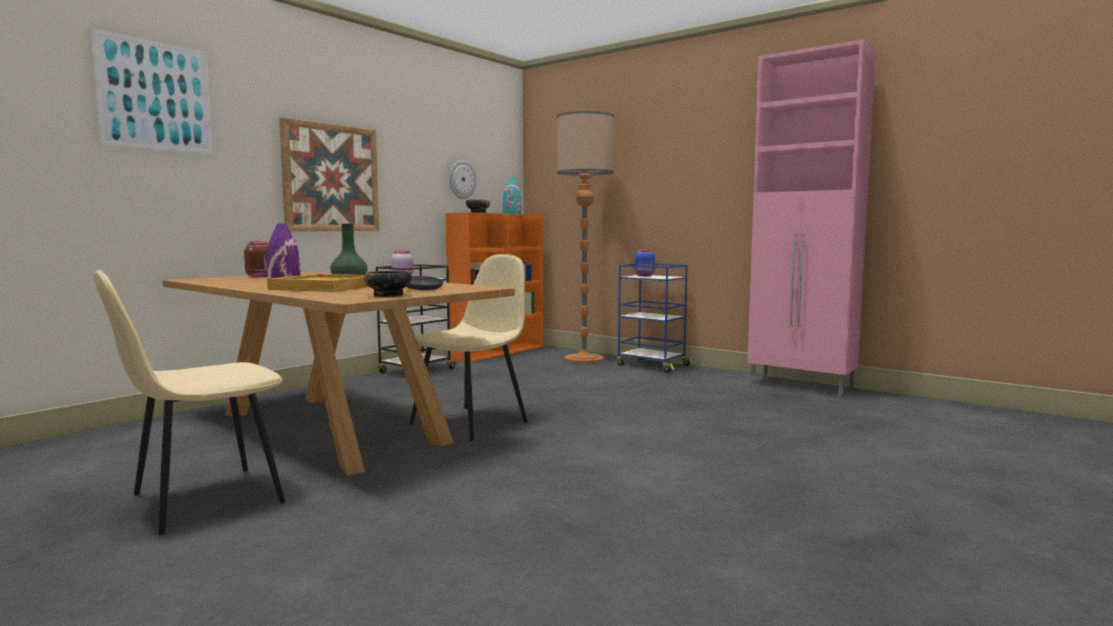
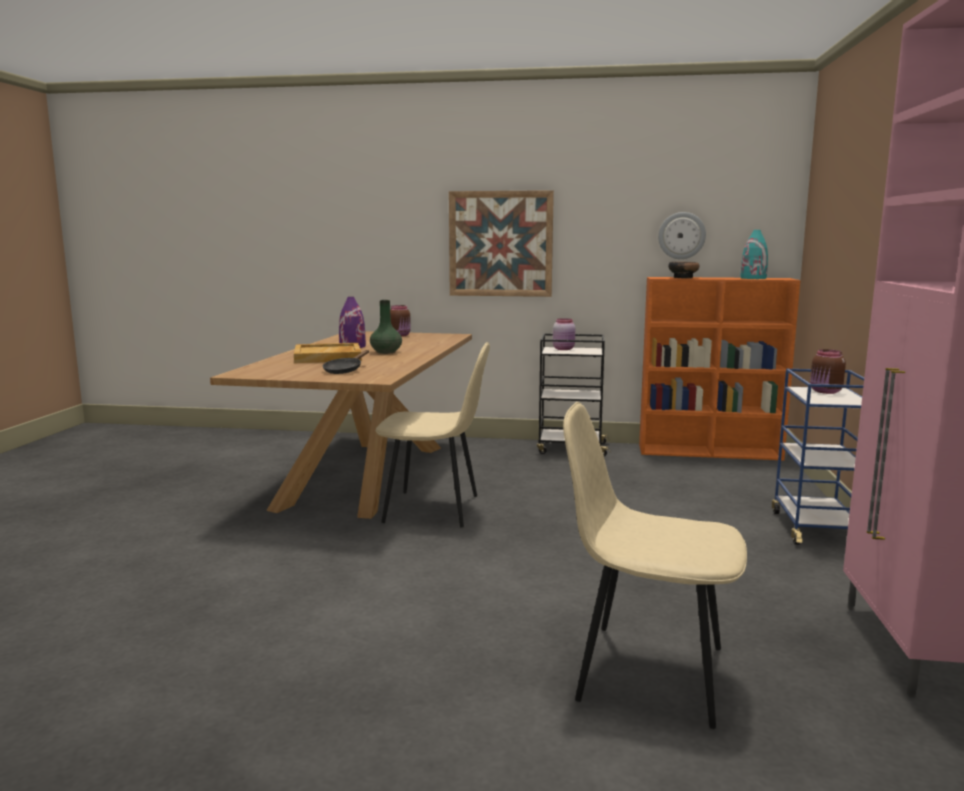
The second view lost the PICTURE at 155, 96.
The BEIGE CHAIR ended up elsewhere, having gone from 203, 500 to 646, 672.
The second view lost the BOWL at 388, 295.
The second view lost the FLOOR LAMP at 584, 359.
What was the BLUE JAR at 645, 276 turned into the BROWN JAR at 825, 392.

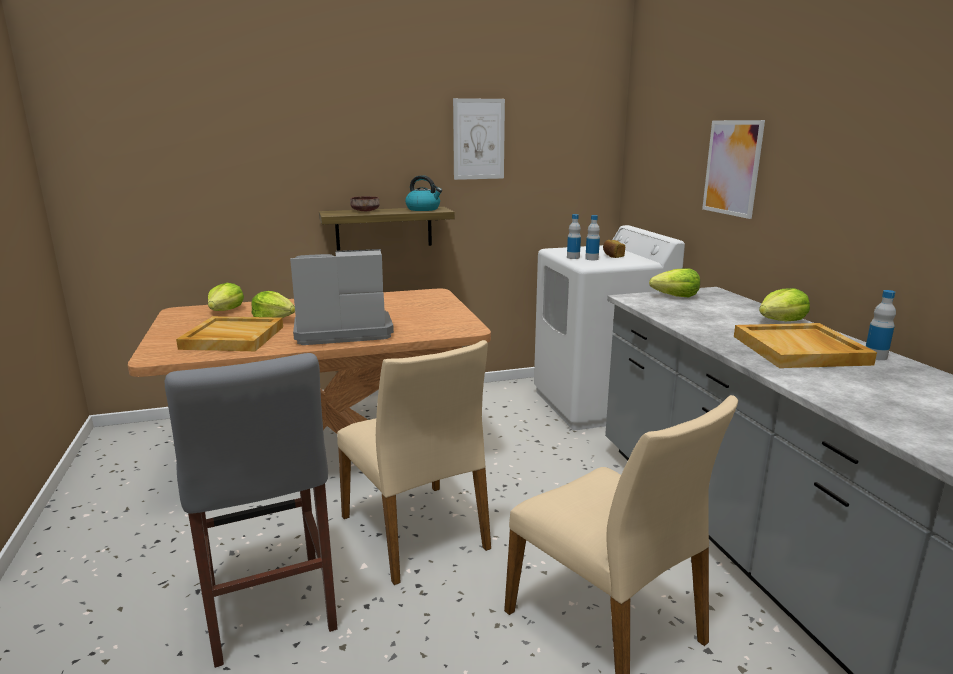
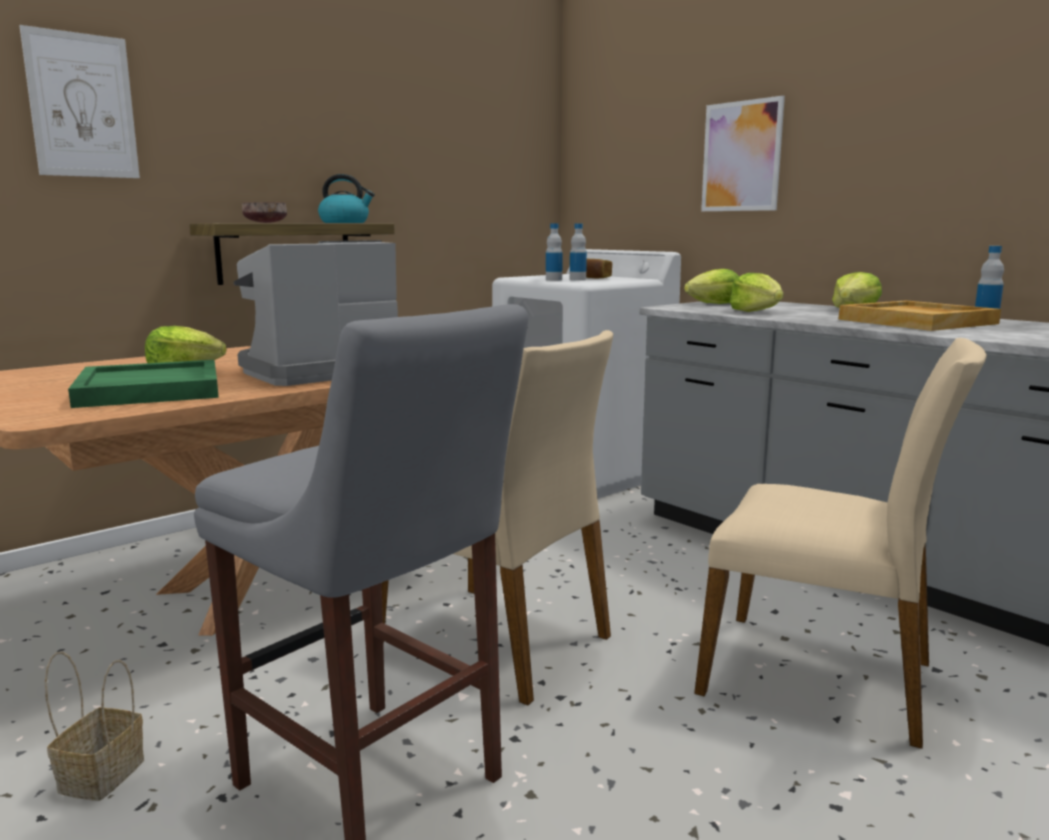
What was the BEIGE TRAY at 232, 338 turned into the GREEN TRAY at 148, 390.
The LETTUCE ended up elsewhere, having gone from 226, 311 to 756, 311.
The PICTURE ended up elsewhere, having gone from 478, 139 to 82, 106.
The second view gained the BASKET at 102, 774.

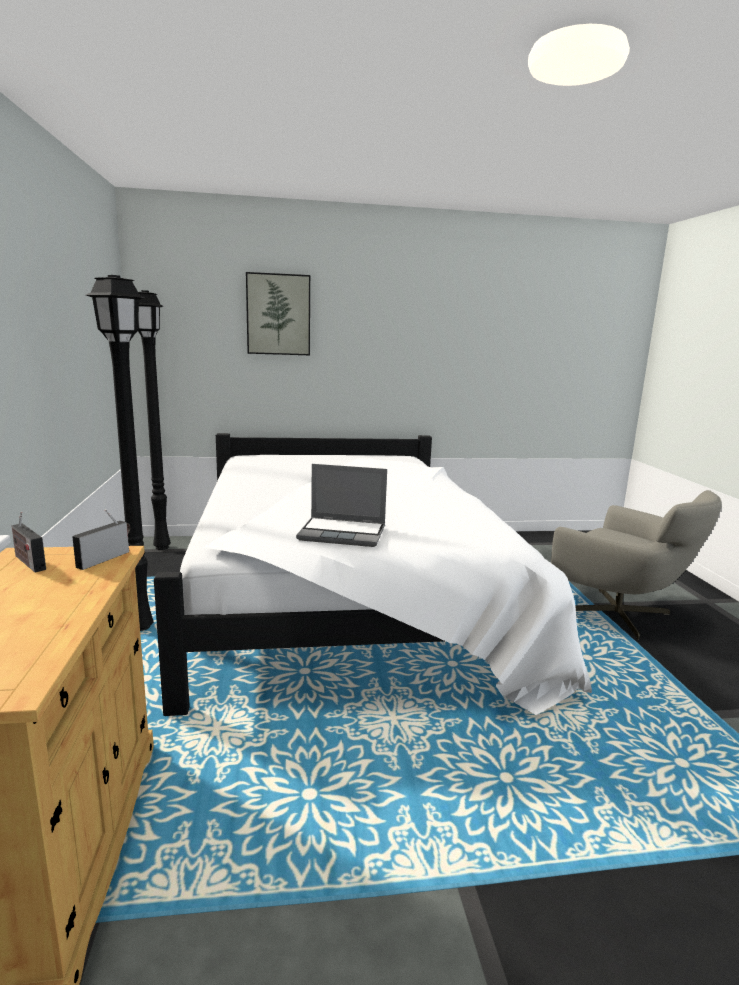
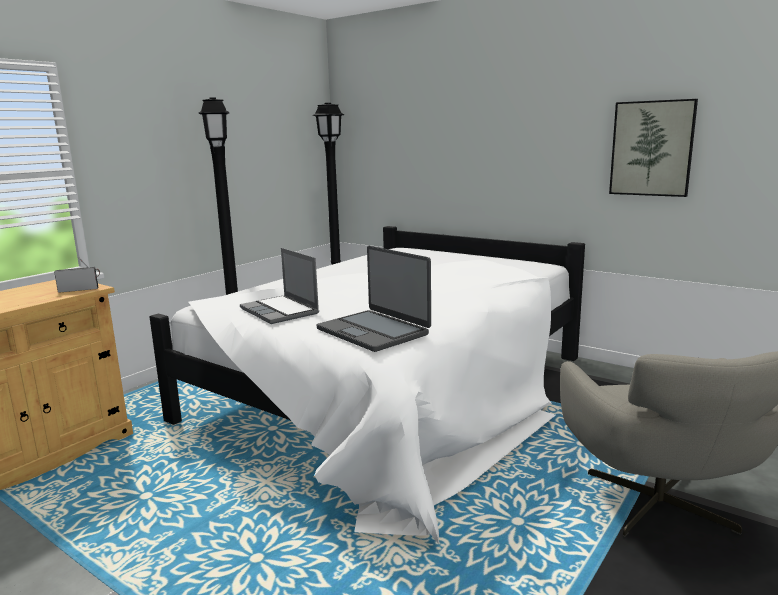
The second view lost the RADIO at 28, 562.
The PICTURE ended up elsewhere, having gone from 278, 314 to 652, 148.
The second view gained the LAPTOP at 374, 331.

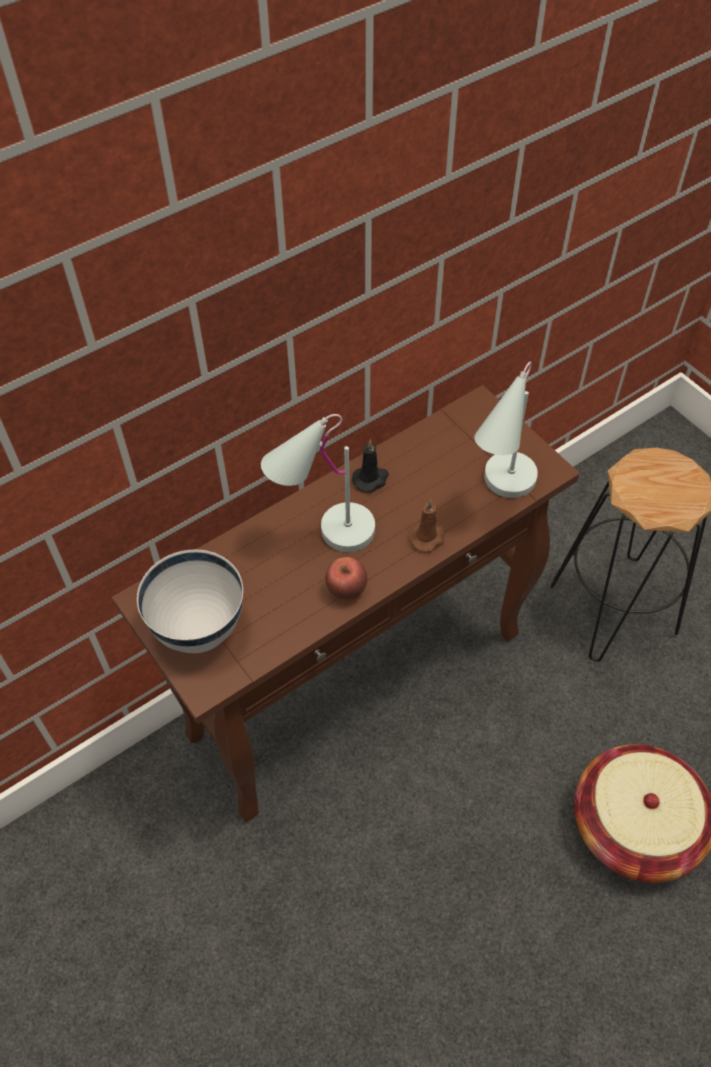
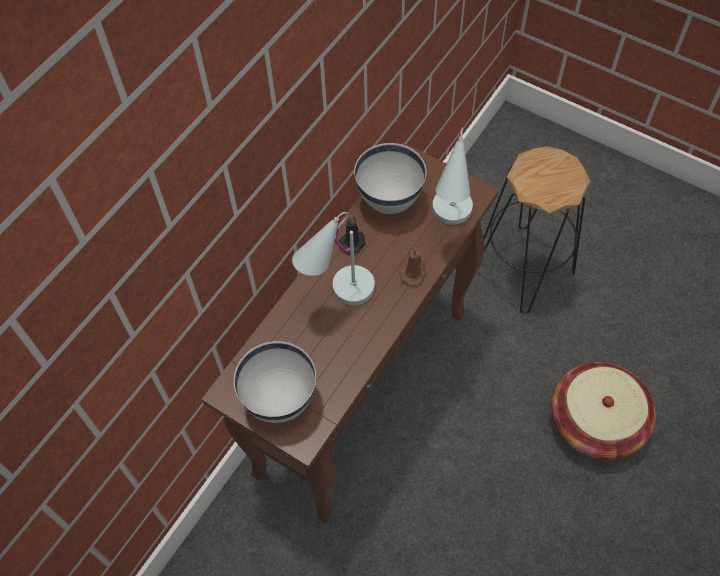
The second view lost the APPLE at 346, 590.
The second view gained the WHITE BOWL at 389, 200.

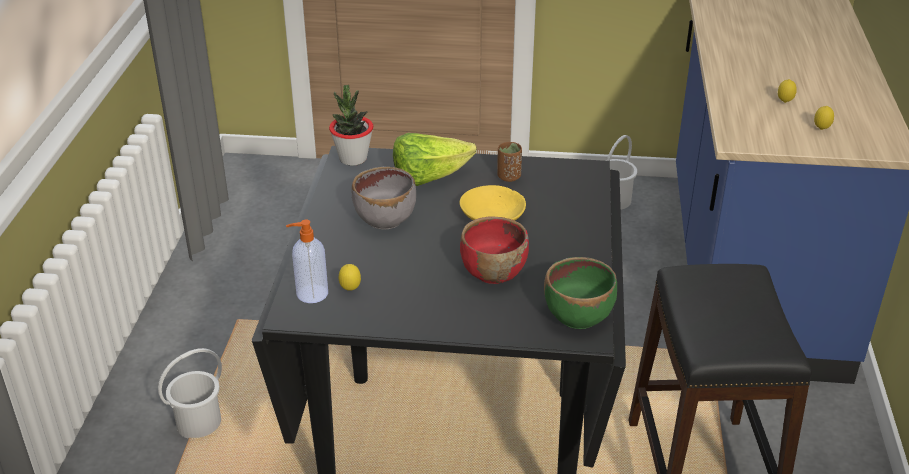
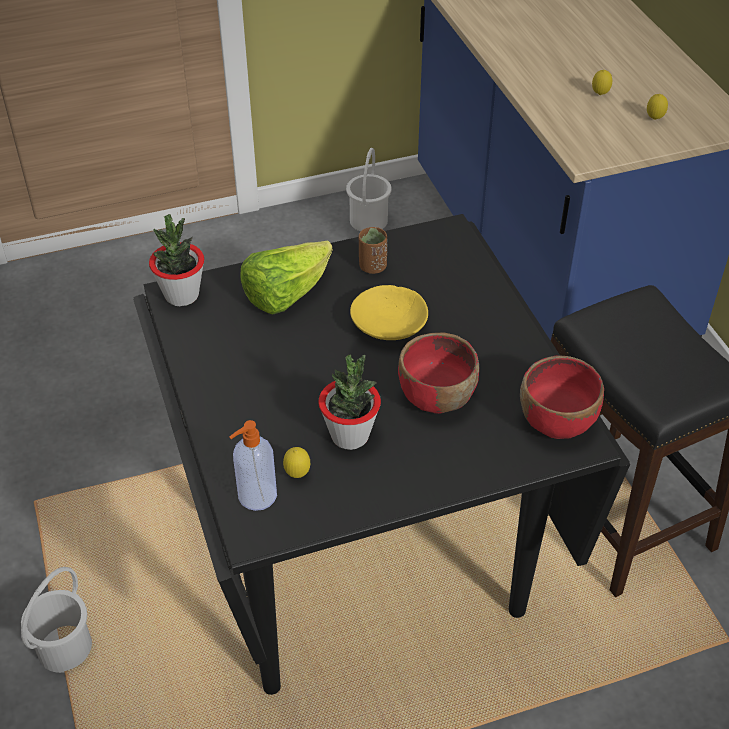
The second view lost the GREY BOWL at 385, 219.
What was the GREEN BOWL at 578, 316 turned into the RED BOWL at 557, 421.
The second view gained the POTTED PLANT at 350, 436.

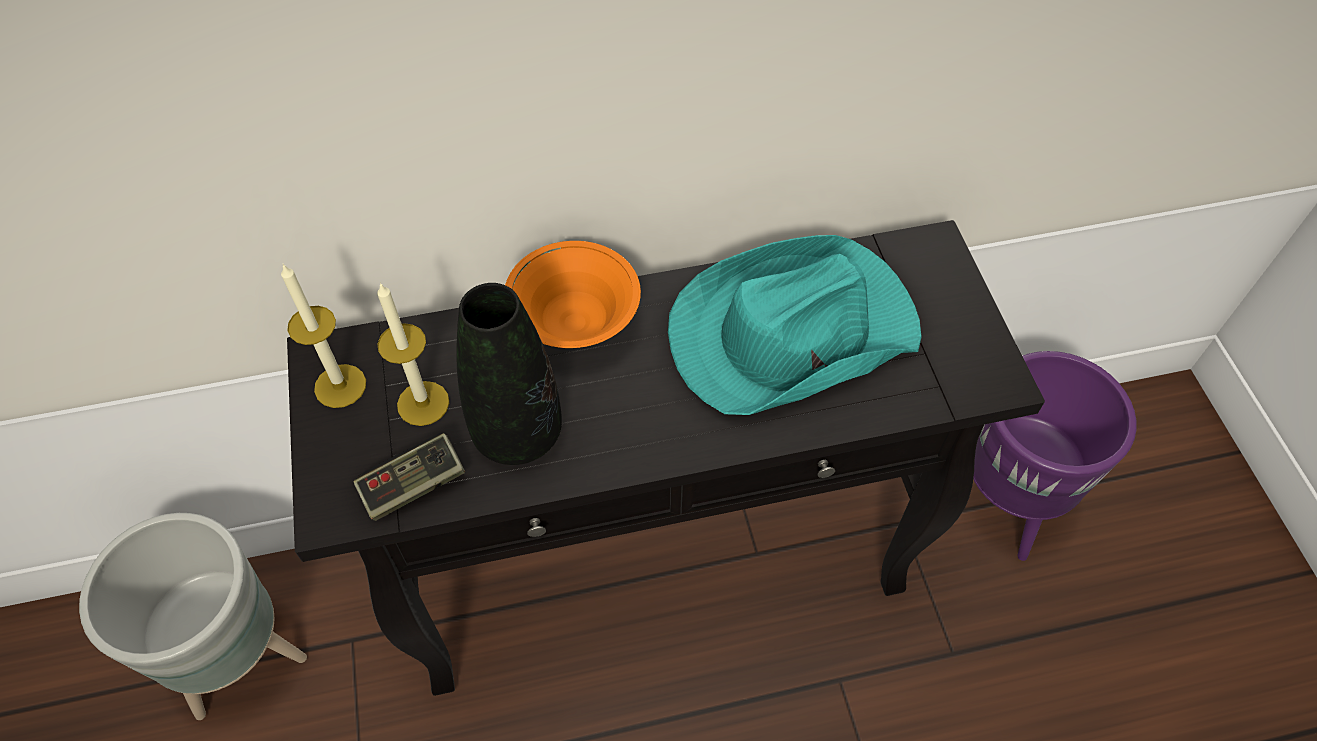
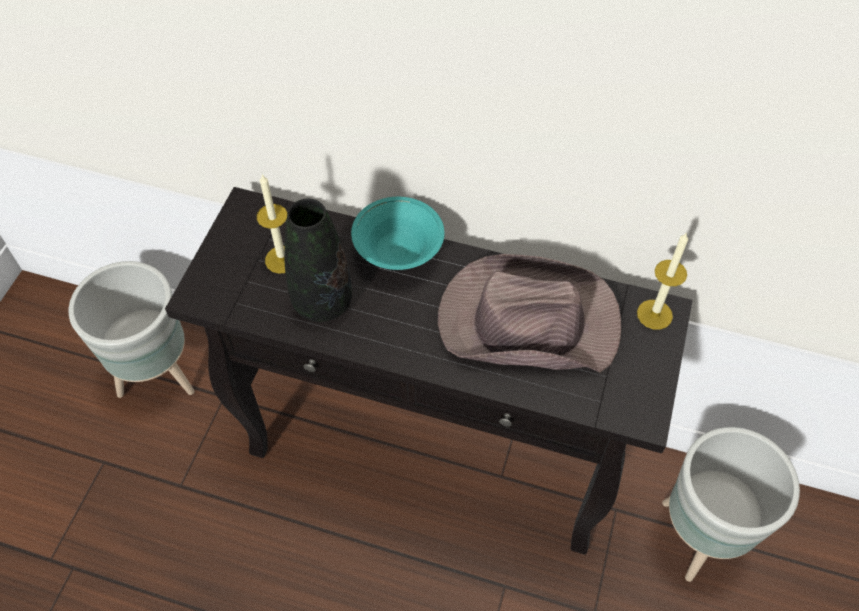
The CANDLE ended up elsewhere, having gone from 340, 386 to 654, 314.
The second view lost the GAME CONTROLLER at 413, 485.
What was the ORANGE BOWL at 575, 324 turned into the TURQUOISE BOWL at 398, 253.
What was the TURQUOISE HAT at 790, 333 turned into the BROWN HAT at 526, 321.
What was the PURPLE PLANTER at 1005, 506 turned into the GREY PLANTER at 699, 538.

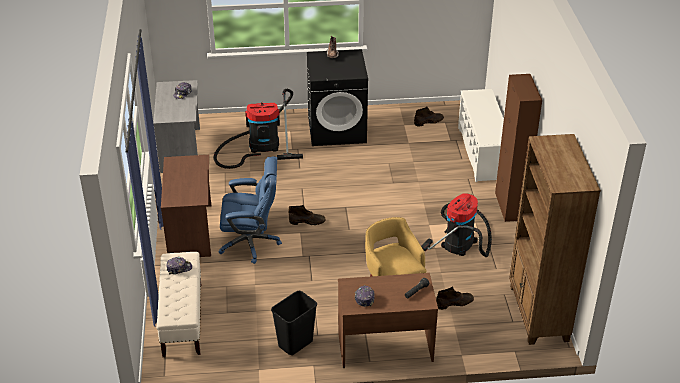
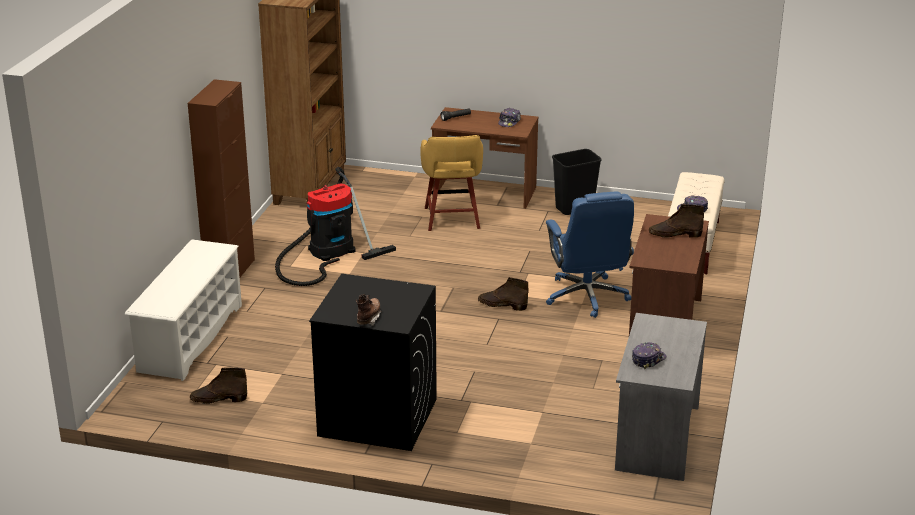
The second view lost the VACUUM CLEANER at 260, 146.
The BLUE OFFICE CHAIR at 251, 242 ended up facing another way, 120 degrees counterclockwise from before.
The BROWN BOOT ended up elsewhere, having gone from 454, 303 to 674, 234.

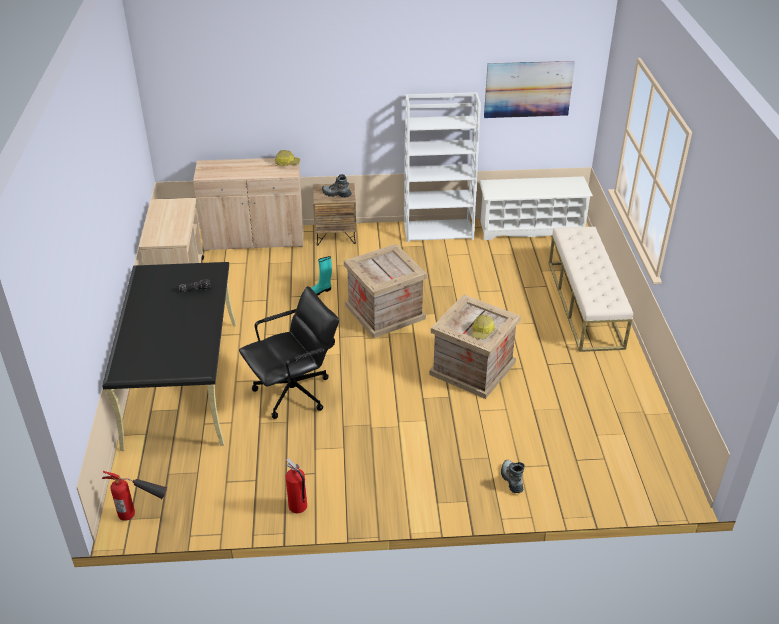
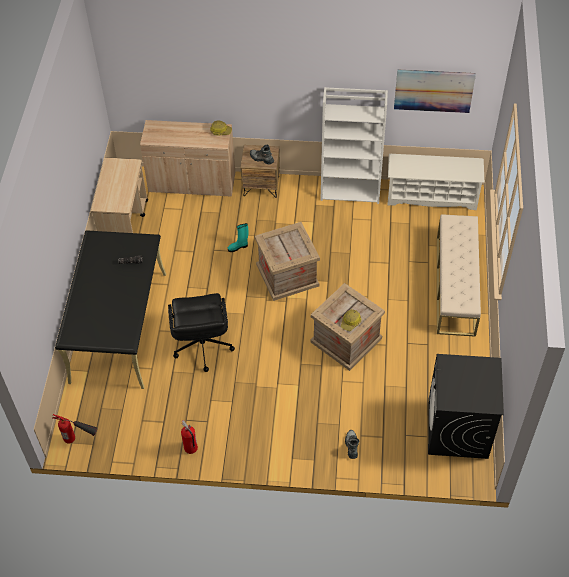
The BLACK OFFICE CHAIR at 294, 393 ended up facing another way, 105 degrees clockwise from before.
The second view gained the BLACK WASHING MACHINE at 458, 429.

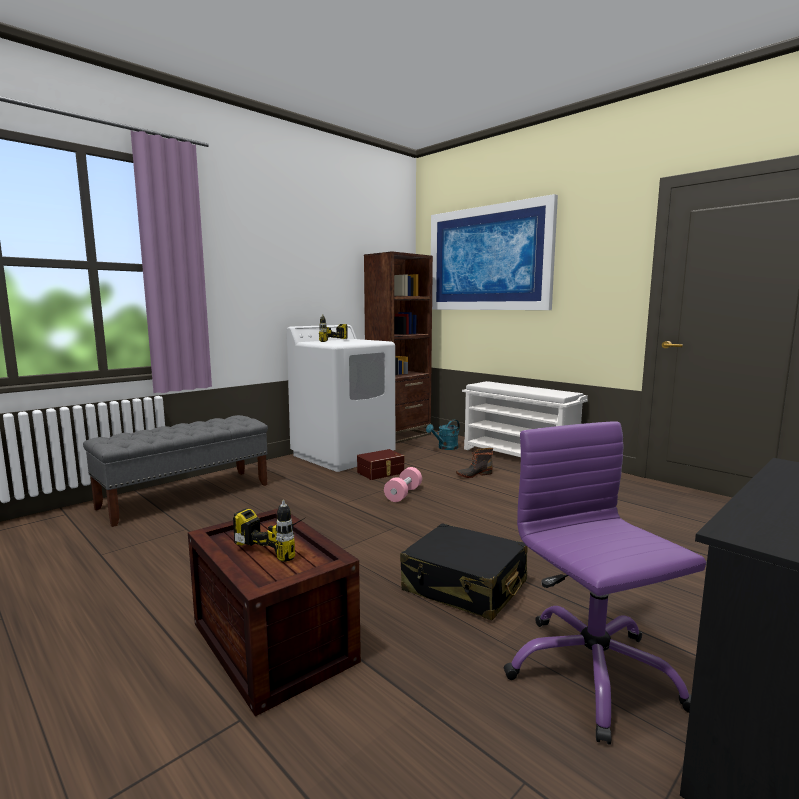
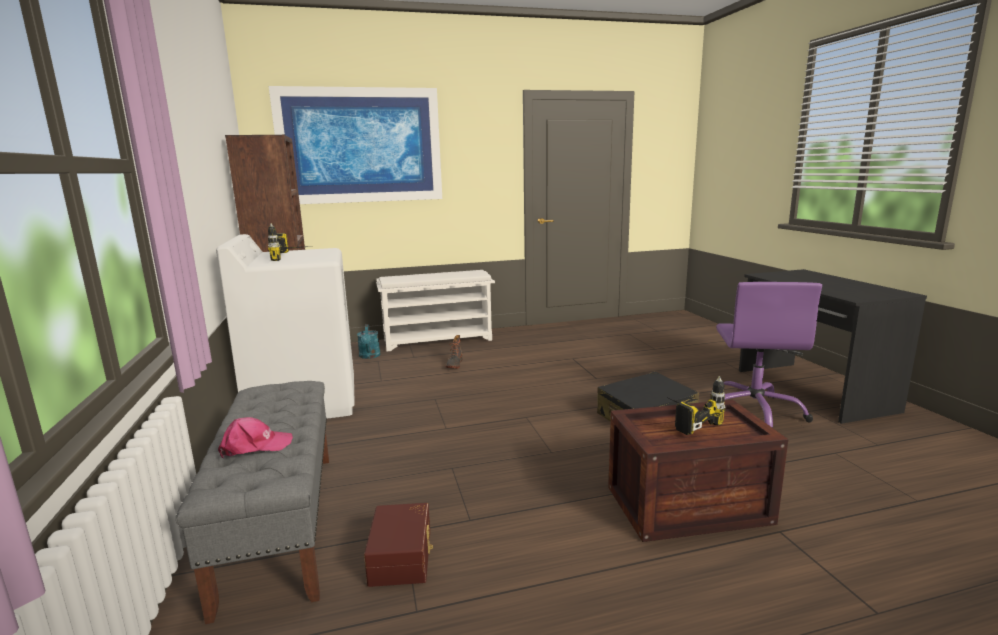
The BROWN STORAGE BOX ended up elsewhere, having gone from 381, 473 to 403, 556.
The second view lost the PINK DUMBBELL at 403, 494.
The PURPLE OFFICE CHAIR at 591, 673 ended up facing another way, 90 degrees counterclockwise from before.
The second view gained the PINK CAP at 255, 446.

